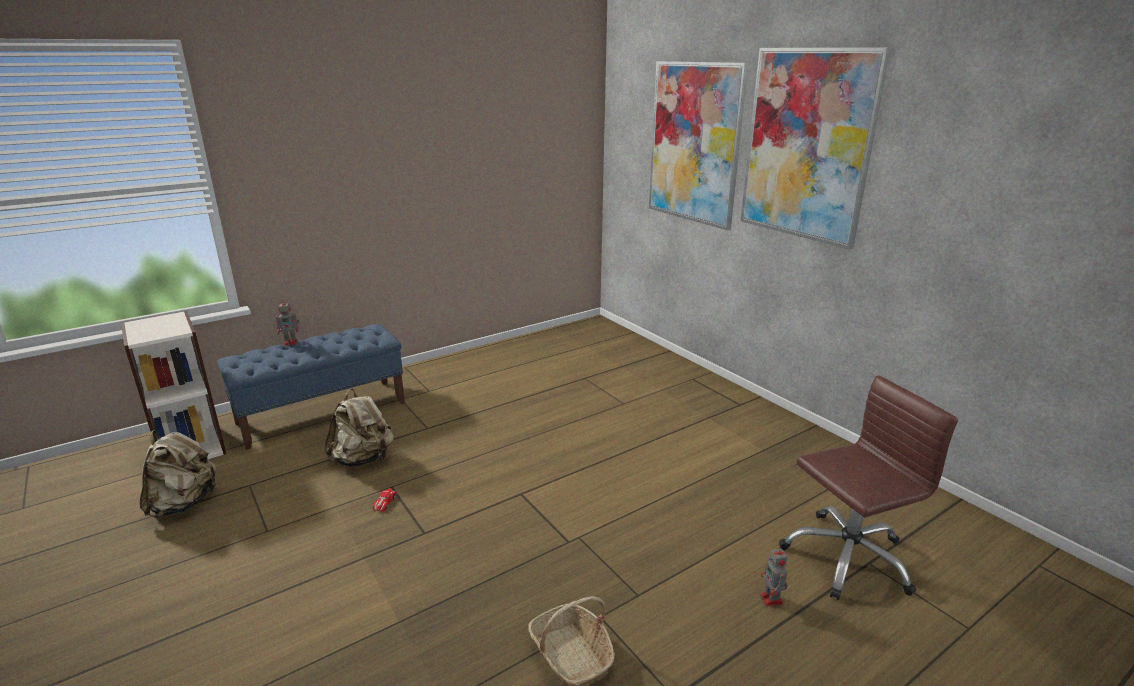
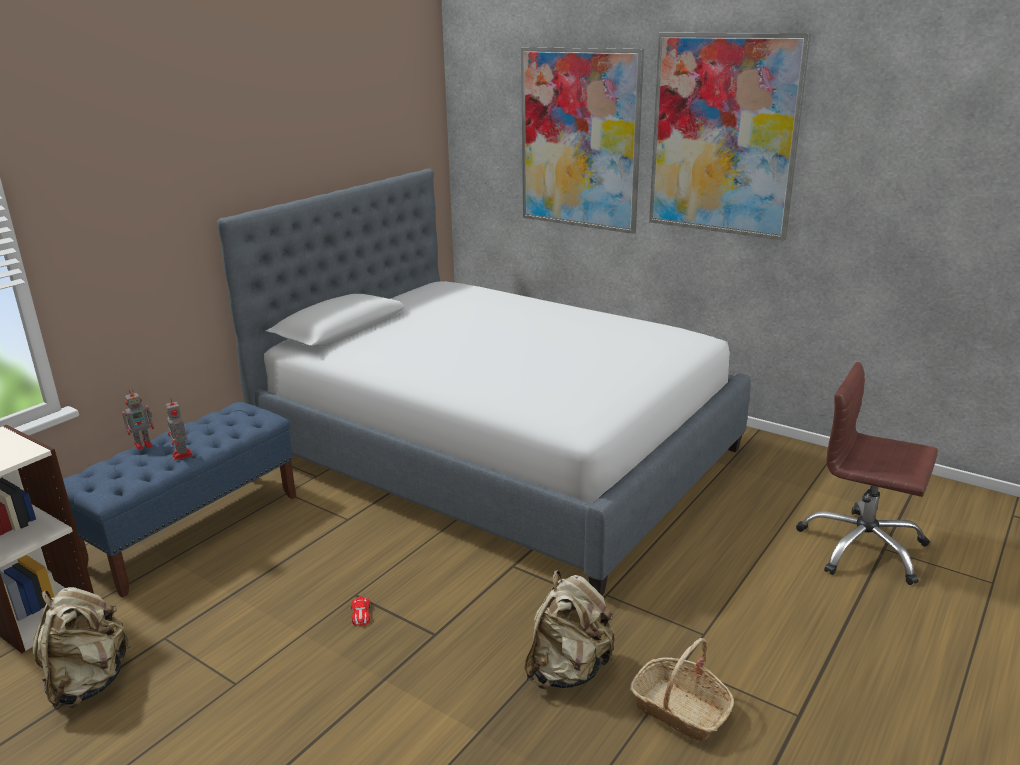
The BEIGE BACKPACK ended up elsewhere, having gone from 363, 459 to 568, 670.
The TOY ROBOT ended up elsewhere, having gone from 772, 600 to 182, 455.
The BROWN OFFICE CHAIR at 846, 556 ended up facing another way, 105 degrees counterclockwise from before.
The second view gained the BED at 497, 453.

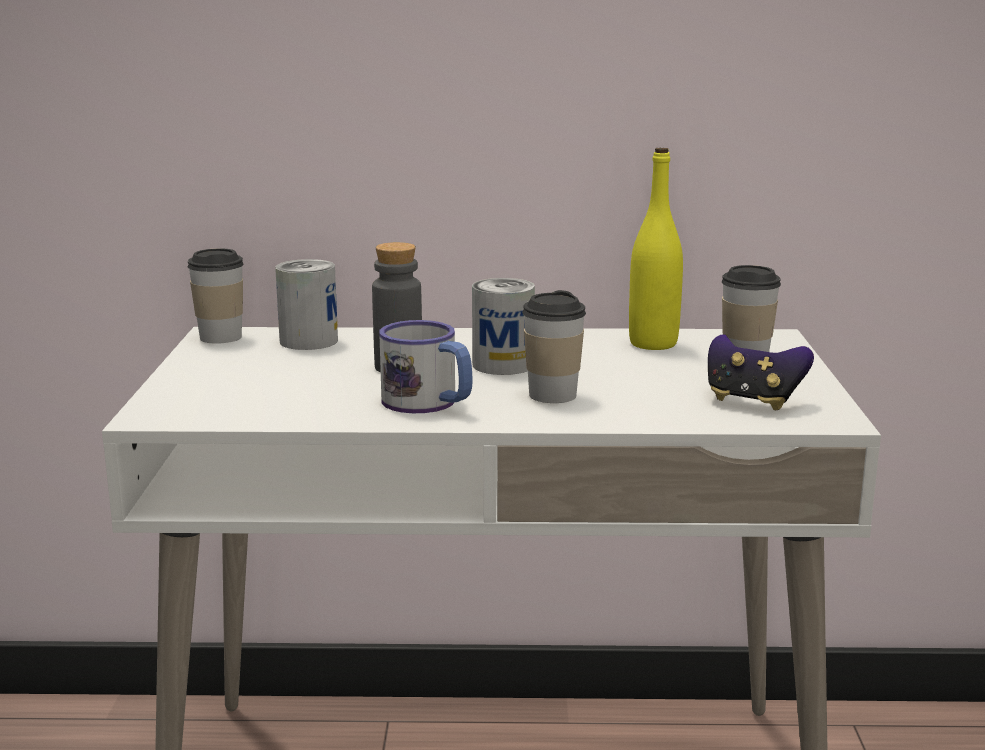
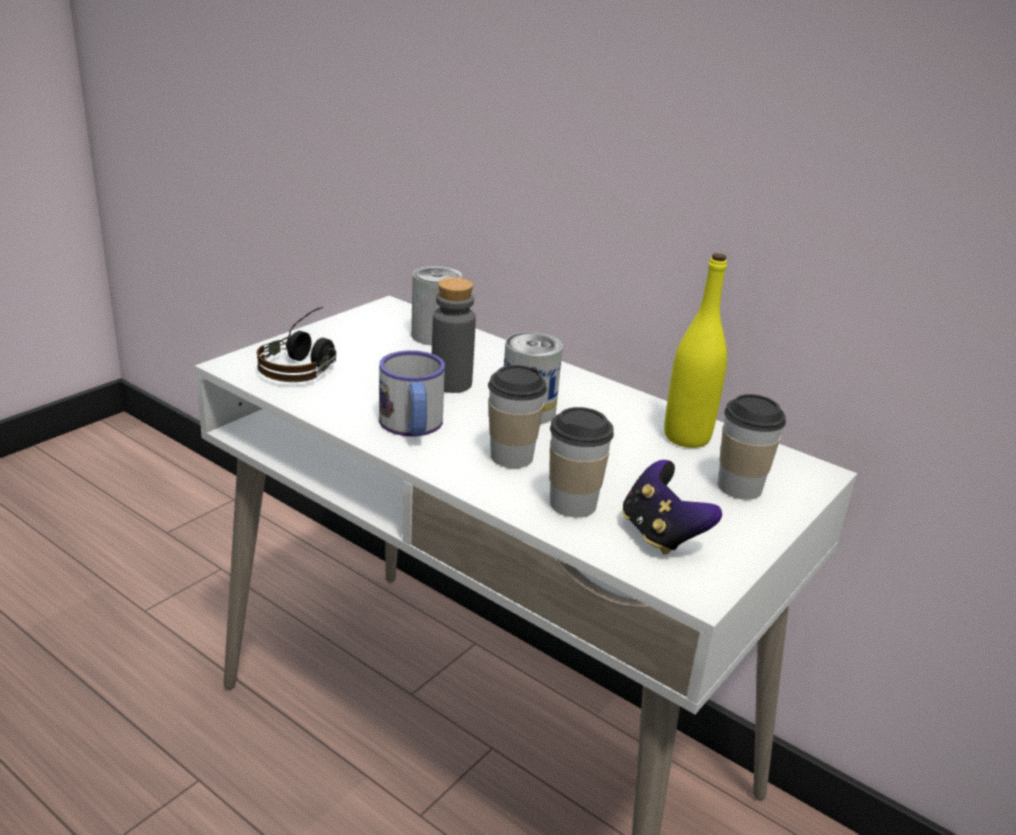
The CUP ended up elsewhere, having gone from 221, 337 to 573, 504.
The second view gained the HEADPHONES at 305, 362.

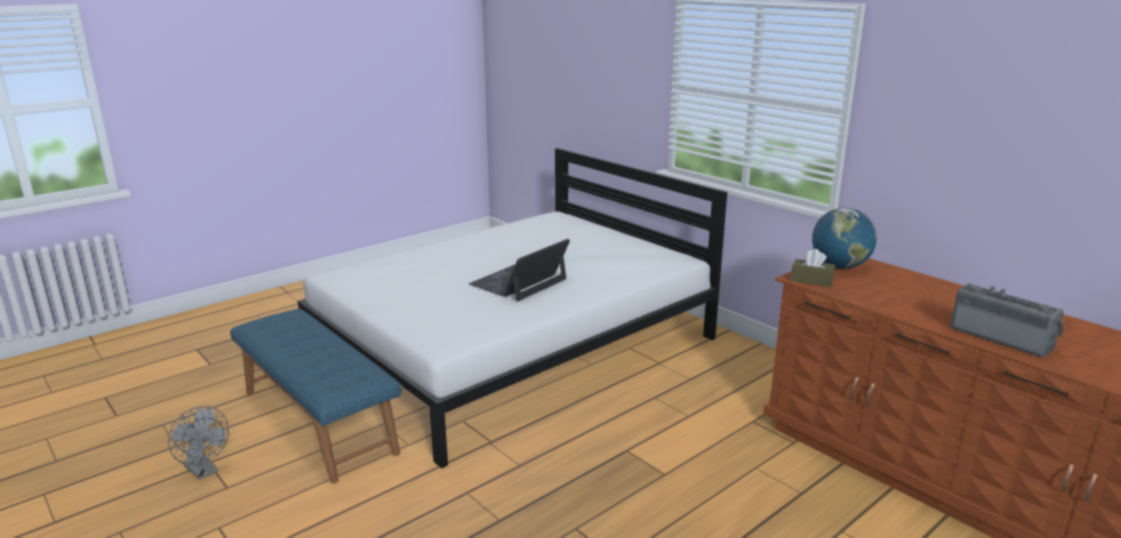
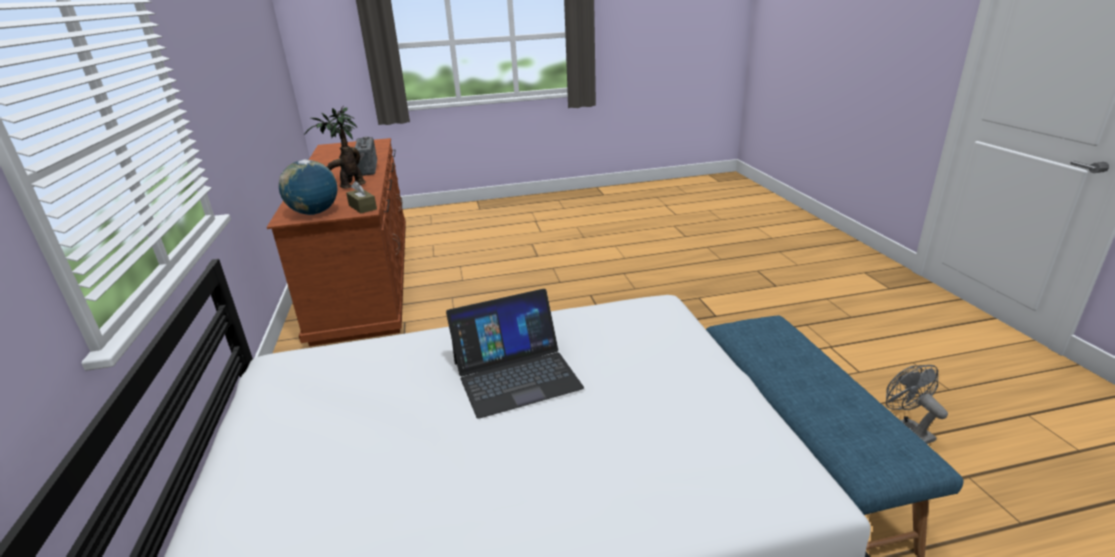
The second view gained the POTTED PLANT at 349, 186.

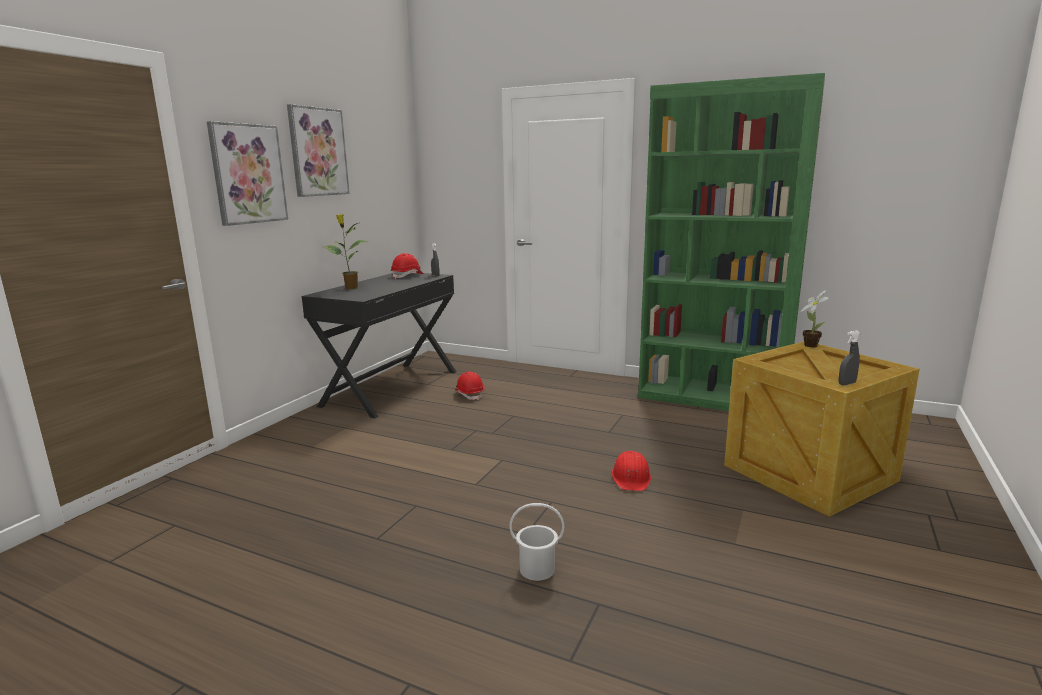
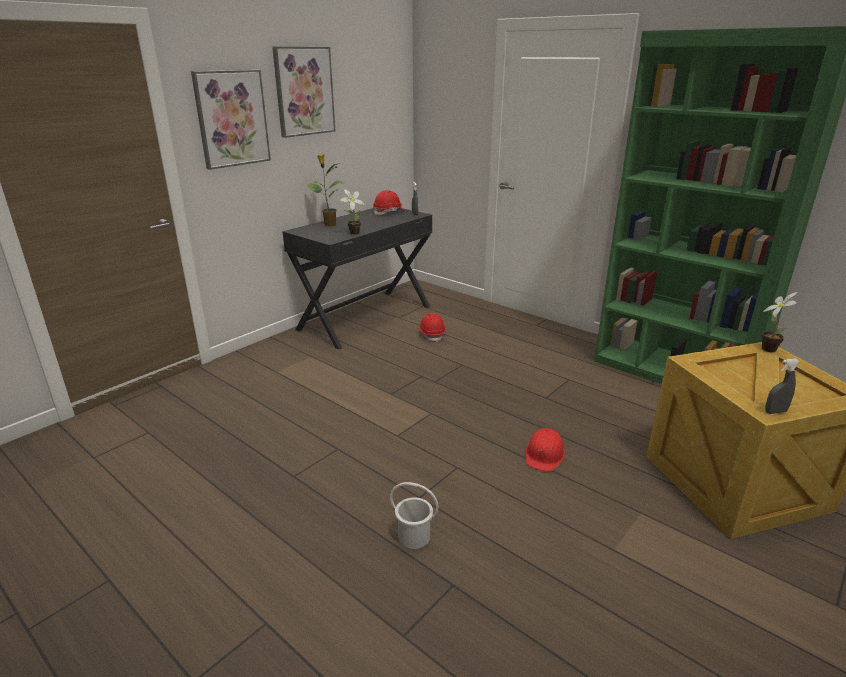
The second view gained the POTTED PLANT at 352, 233.

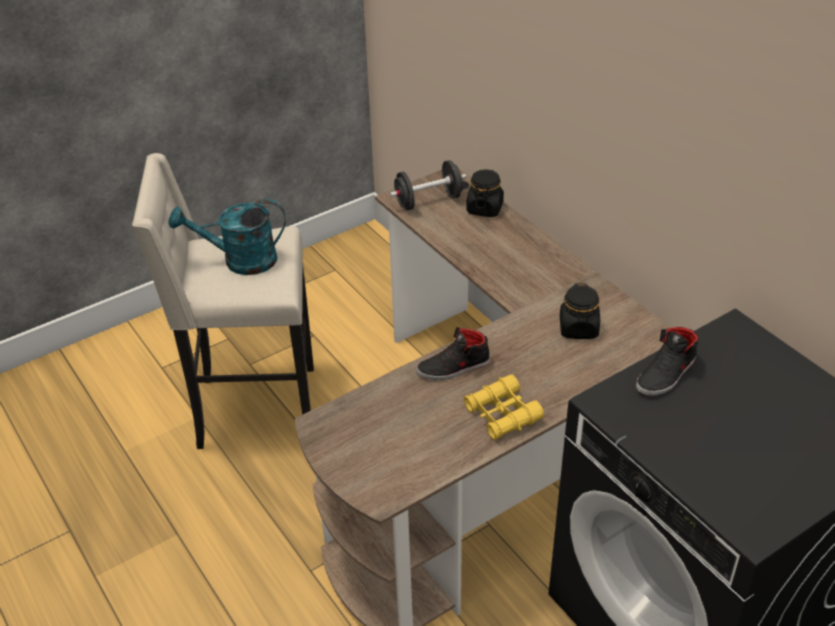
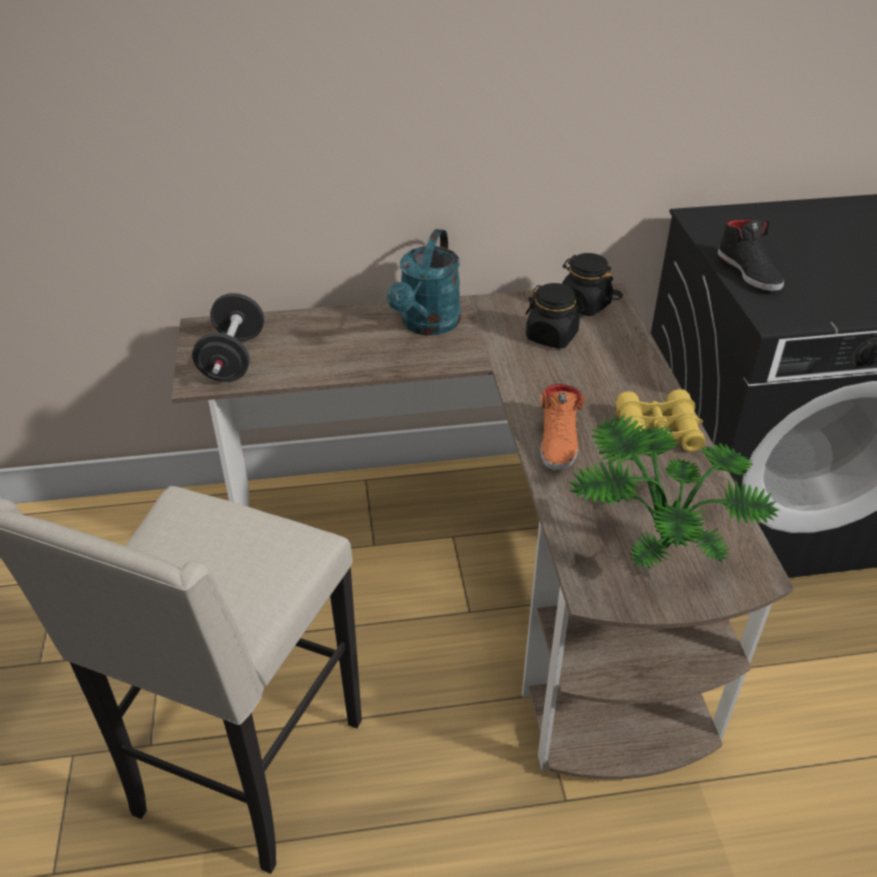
The TURQUOISE WATERING CAN ended up elsewhere, having gone from 240, 261 to 427, 325.
What was the BLACK SHOE at 453, 367 turned into the ORANGE SHOE at 559, 441.
The BLACK JAR ended up elsewhere, having gone from 484, 208 to 584, 304.
The second view gained the POTTED PLANT at 656, 538.

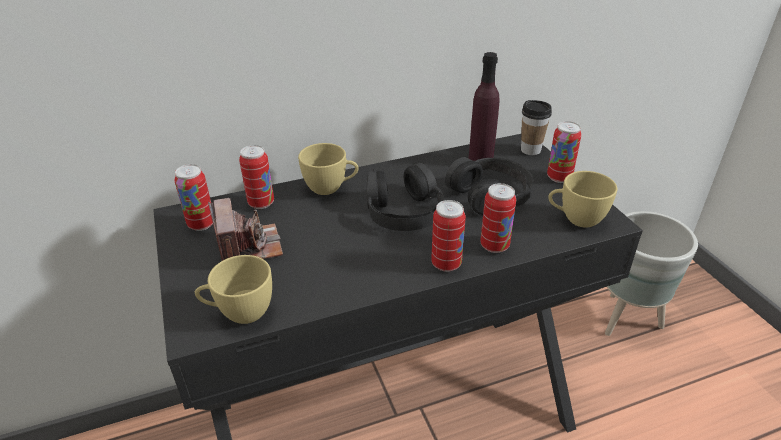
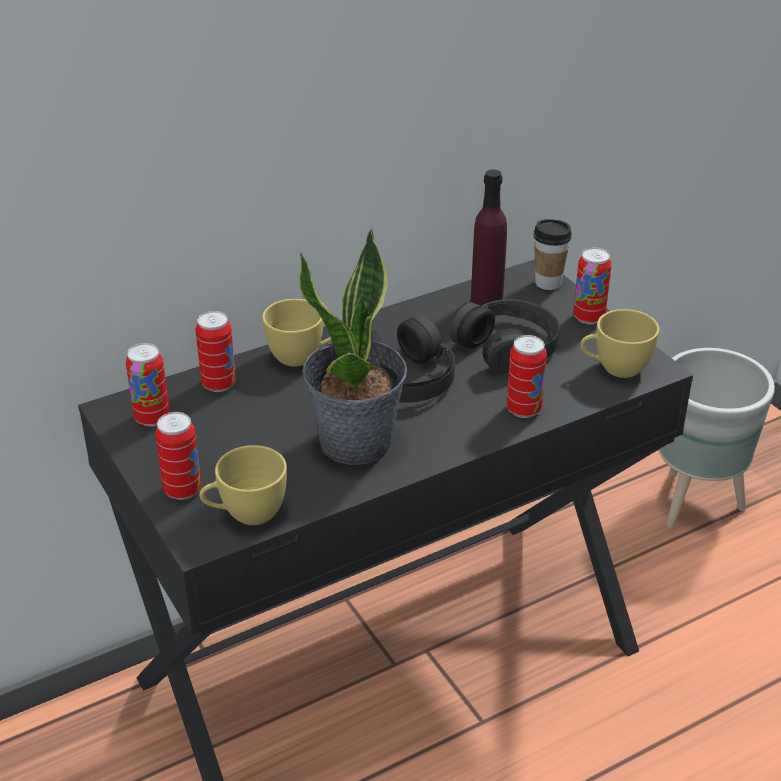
The second view lost the PHOTO CAMERA at 248, 247.
The CAN ended up elsewhere, having gone from 446, 264 to 182, 490.
The second view gained the POTTED PLANT at 356, 442.

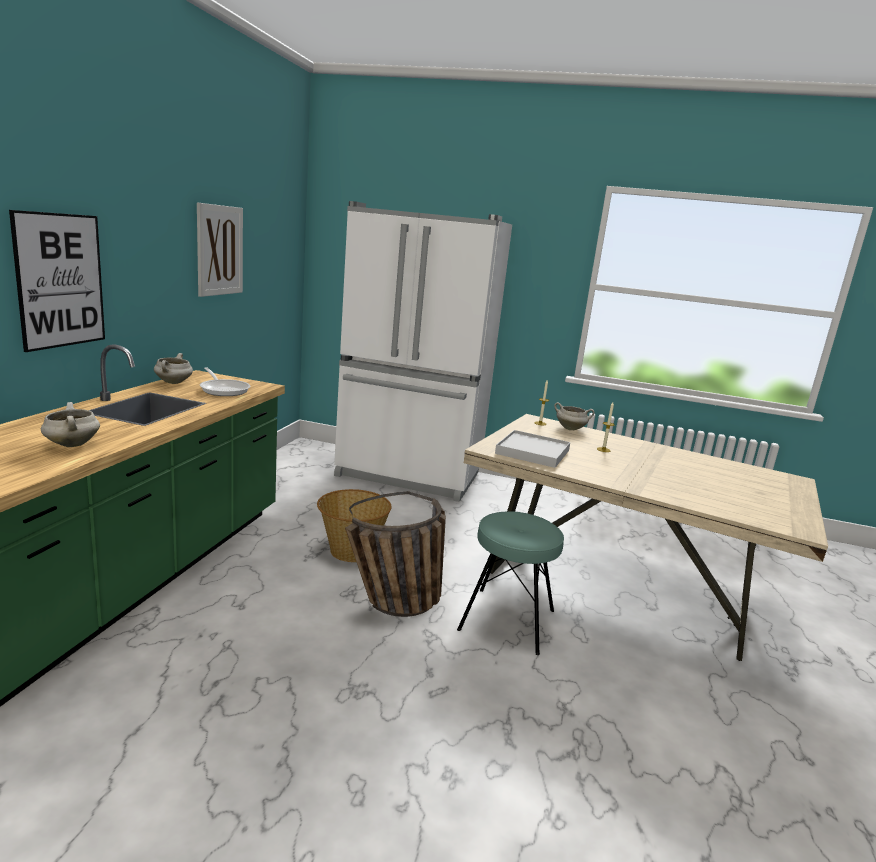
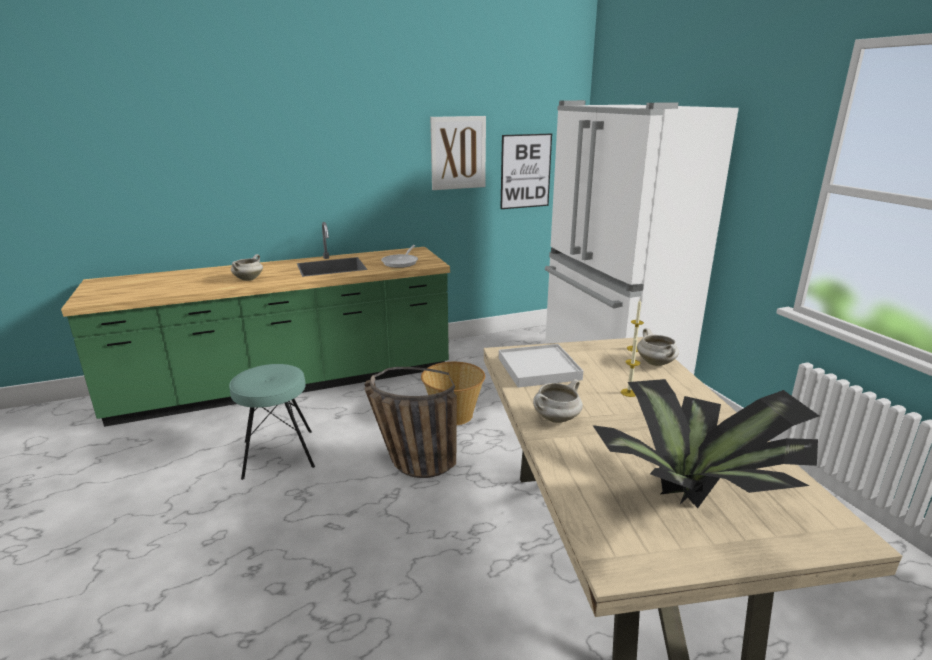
The PICTURE ended up elsewhere, having gone from 60, 281 to 525, 171.
The WHITE COOKING POT ended up elsewhere, having gone from 174, 382 to 556, 419.
The TURQUOISE STOOL ended up elsewhere, having gone from 507, 620 to 278, 454.
The second view gained the POTTED PLANT at 698, 496.

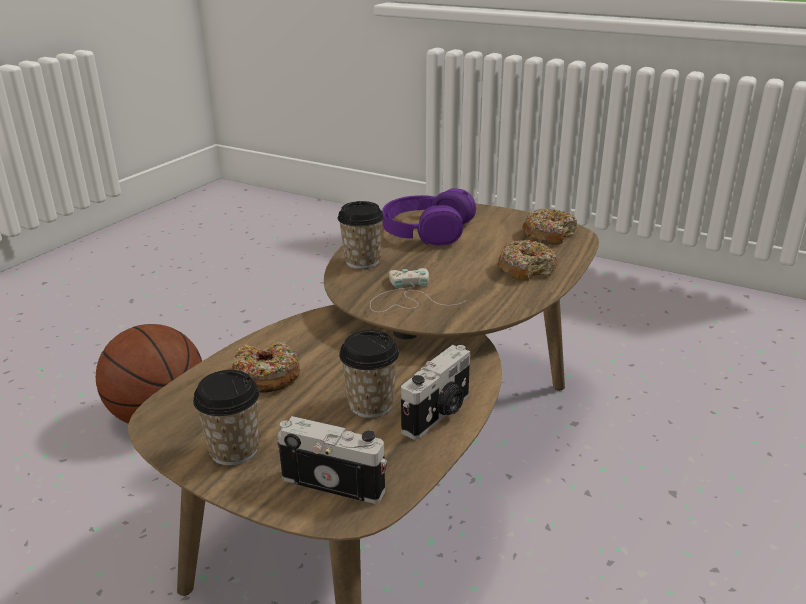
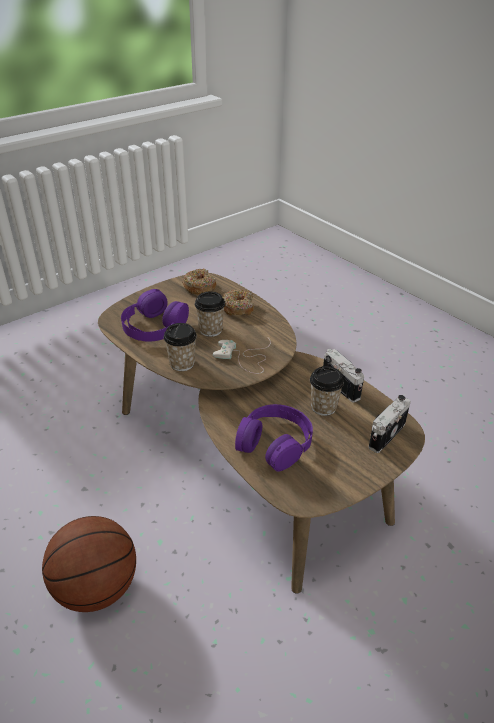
The CUP ended up elsewhere, having gone from 234, 450 to 210, 330.
Where the DONUT stood at 266, 376, the PURPLE HEADPHONES came to stand at 274, 443.

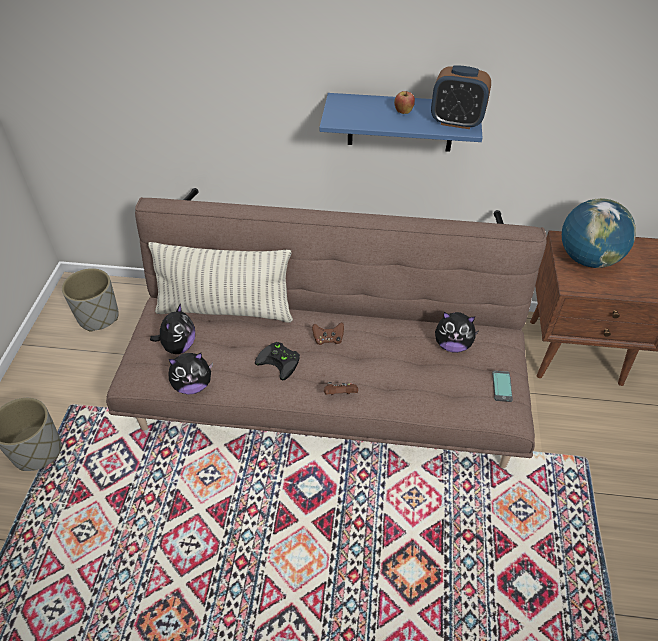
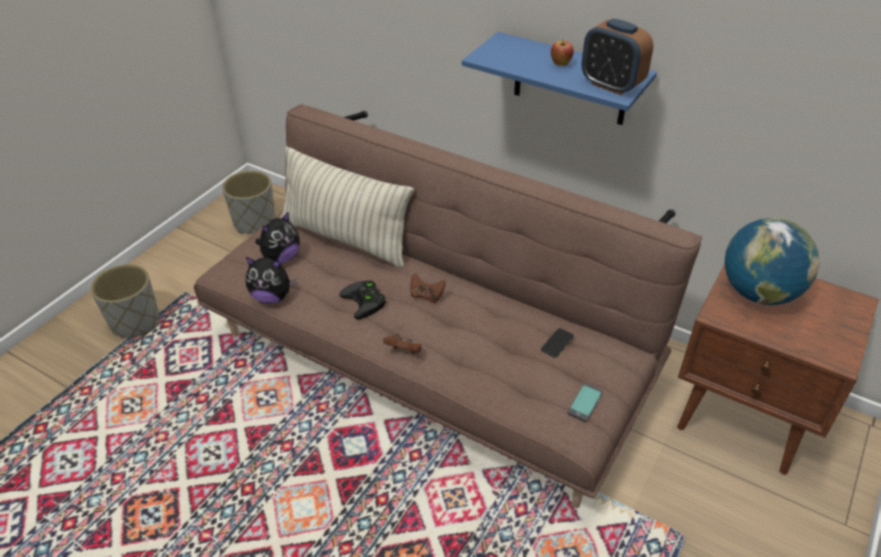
Where the PLUSH TOY stood at 452, 345, the PHONE came to stand at 557, 343.

